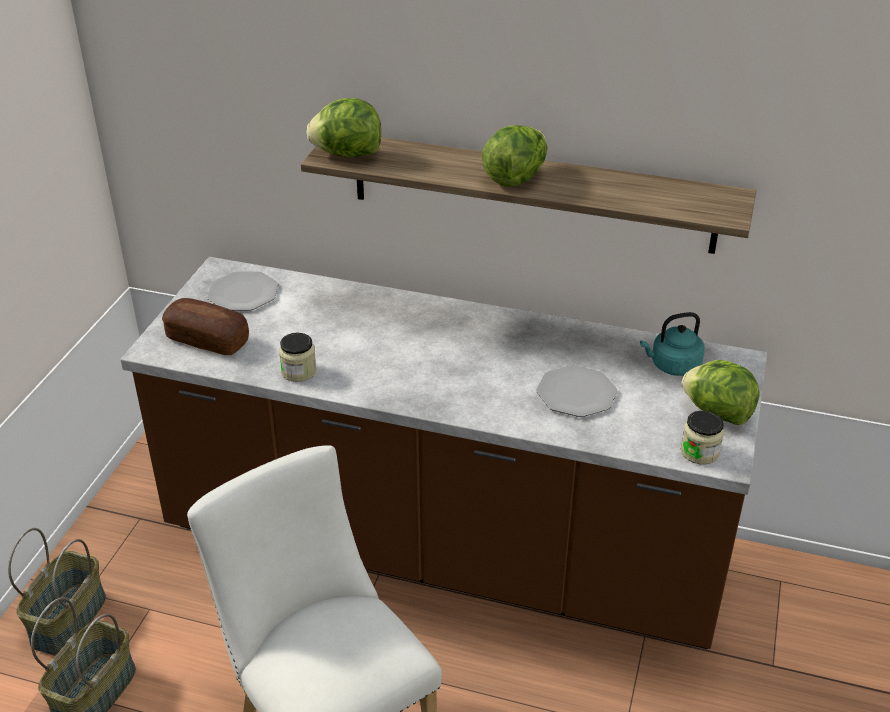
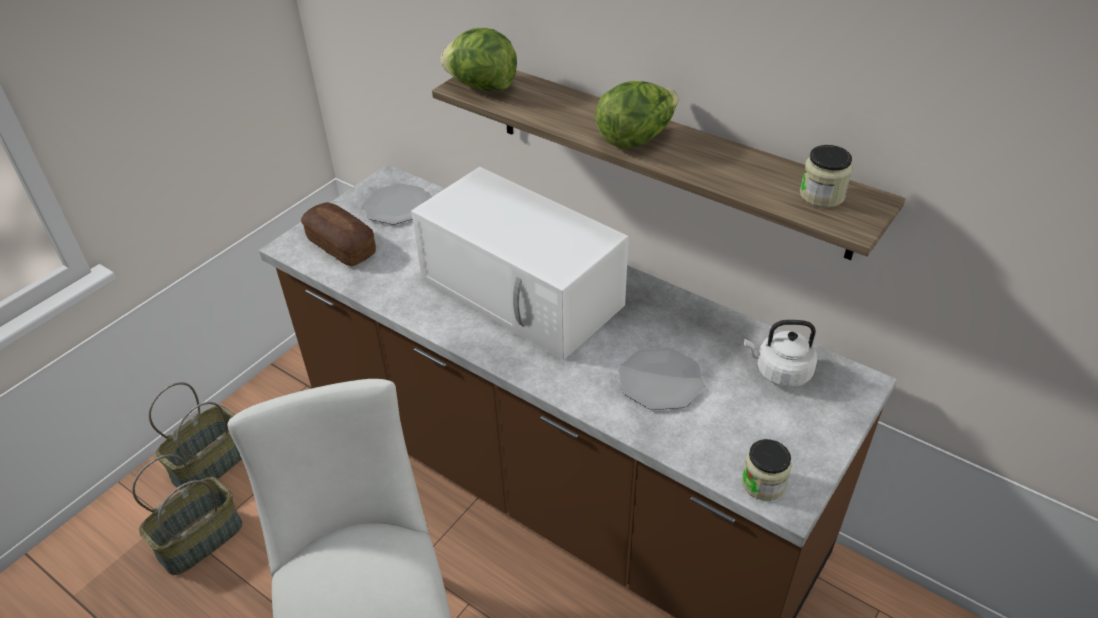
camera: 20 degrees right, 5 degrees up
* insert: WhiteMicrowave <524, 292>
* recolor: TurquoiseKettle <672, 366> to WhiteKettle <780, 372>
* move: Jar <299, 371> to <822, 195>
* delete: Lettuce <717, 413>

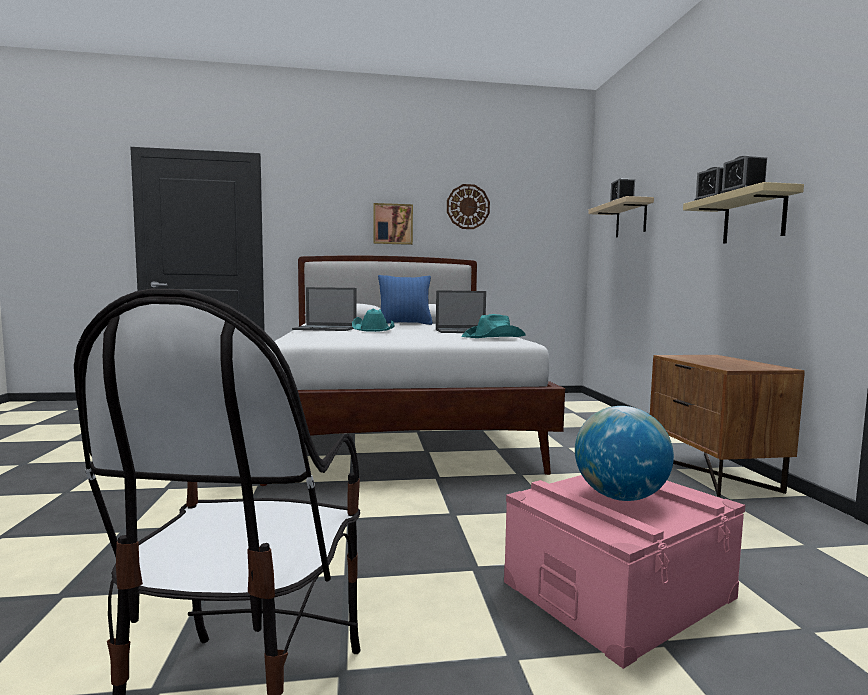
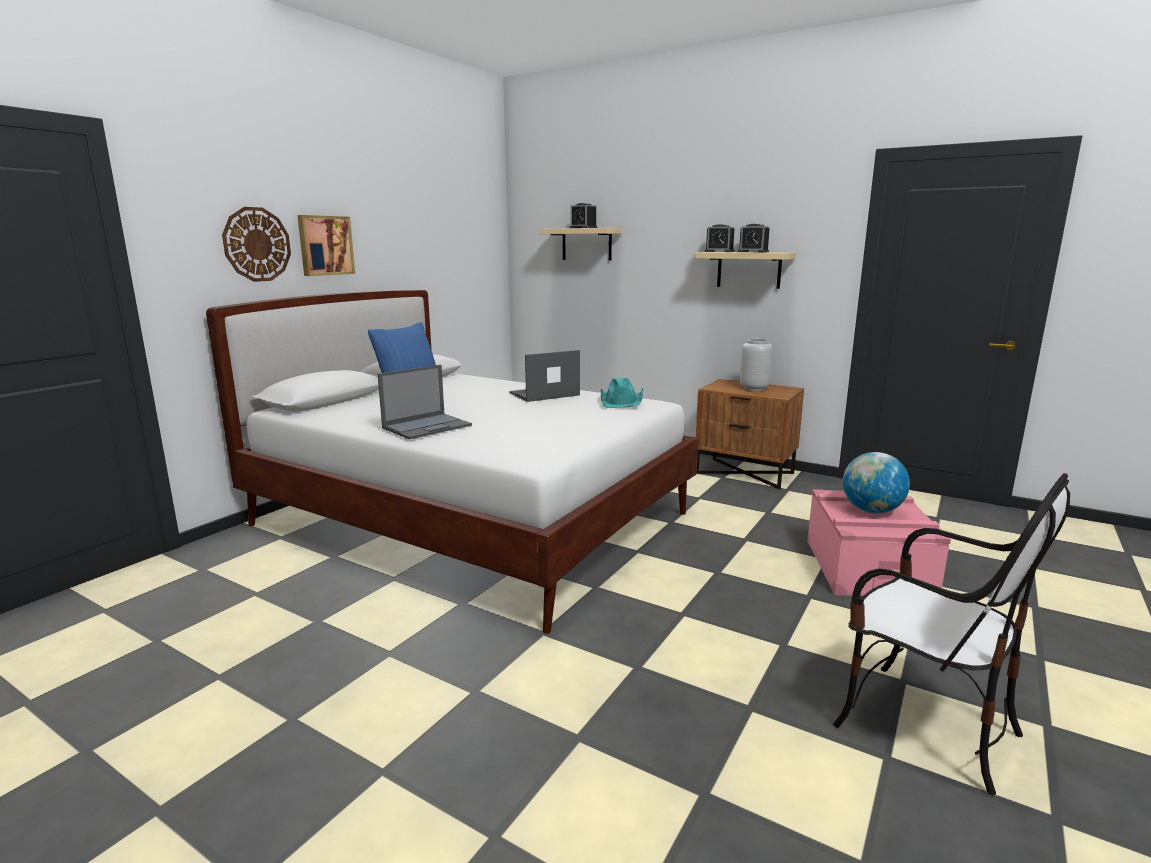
camera: 50 degrees left, 10 degrees up
* move: WallClock <468, 207> to <257, 244>
* rotate: Laptop <464, 331> = <543, 394> 150 degrees counterclockwise
* insert: GreyVase <753, 388>
* delete: TurquoiseHat <374, 329>

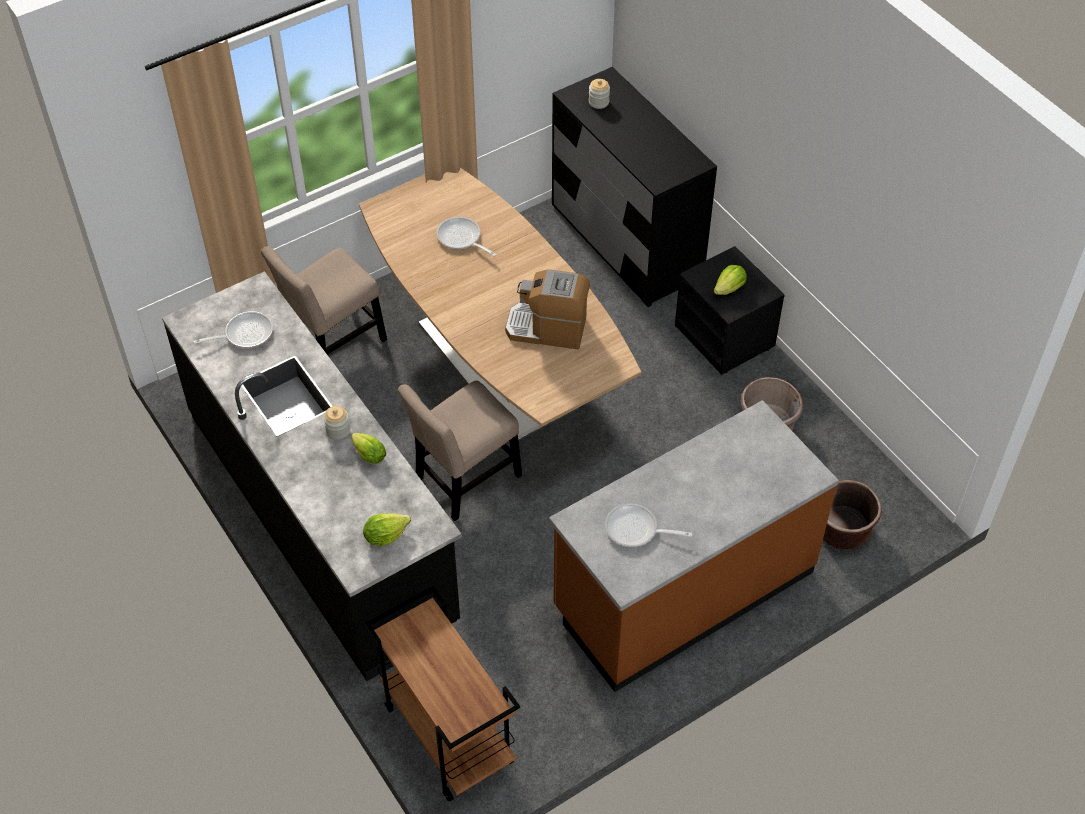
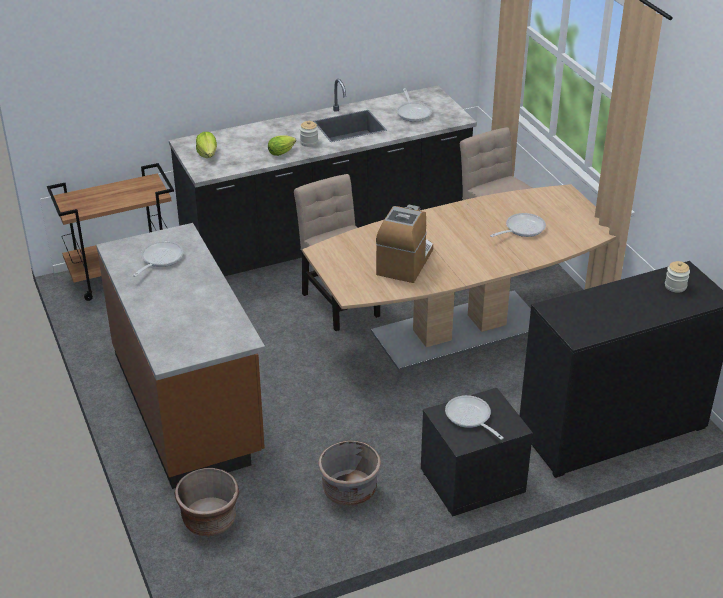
camera: 100 degrees right, 15 degrees down
* replace: Lettuce <729, 289> to FryingPan <470, 418>

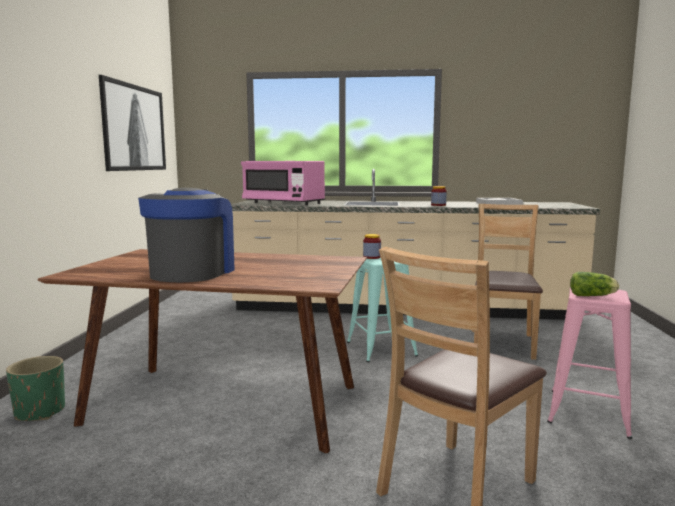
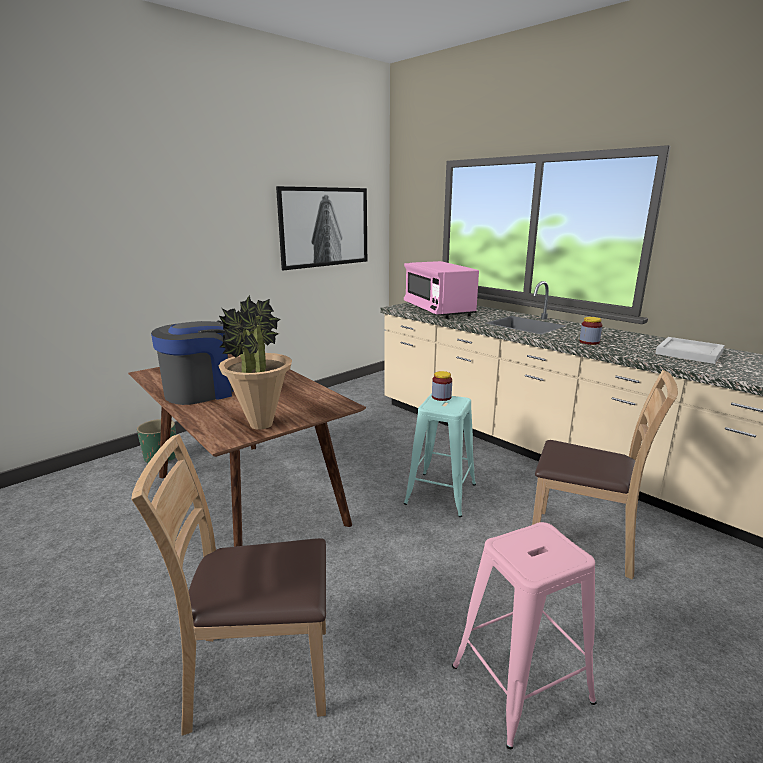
camera: 40 degrees right, 10 degrees up
* insert: PottedPlant <261, 425>
* rotate: BrownChair <502, 343> = <584, 541> 60 degrees clockwise
* delete: Lettuce <593, 296>

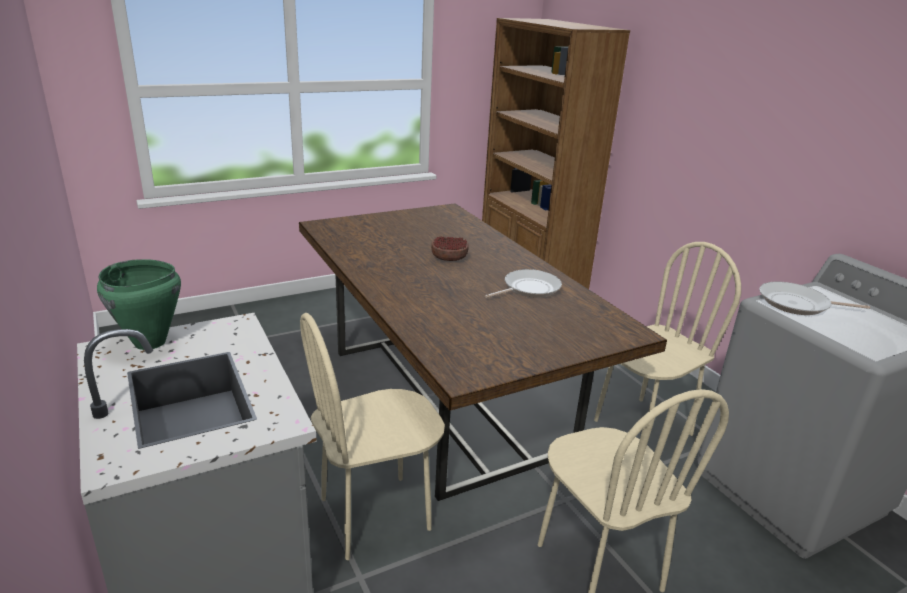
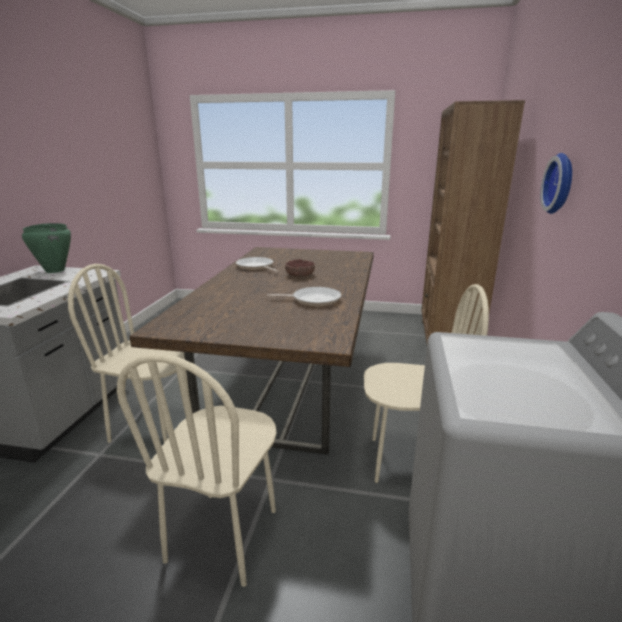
camera: 40 degrees right, 5 degrees down
* move: FryingPan <797, 304> to <256, 267>
* insert: WallClock <561, 184>

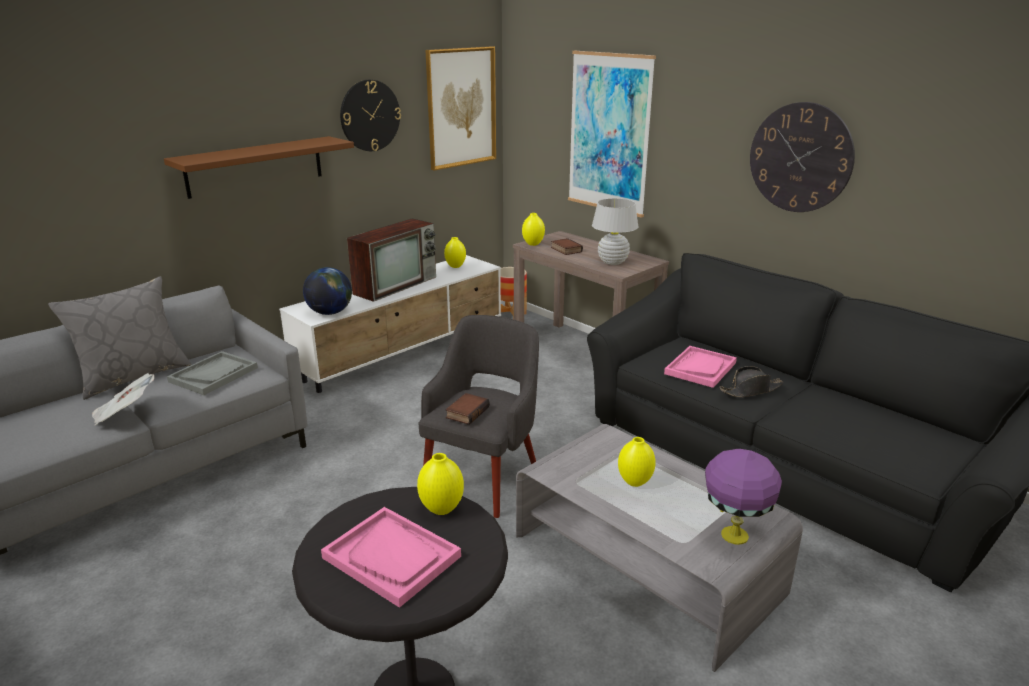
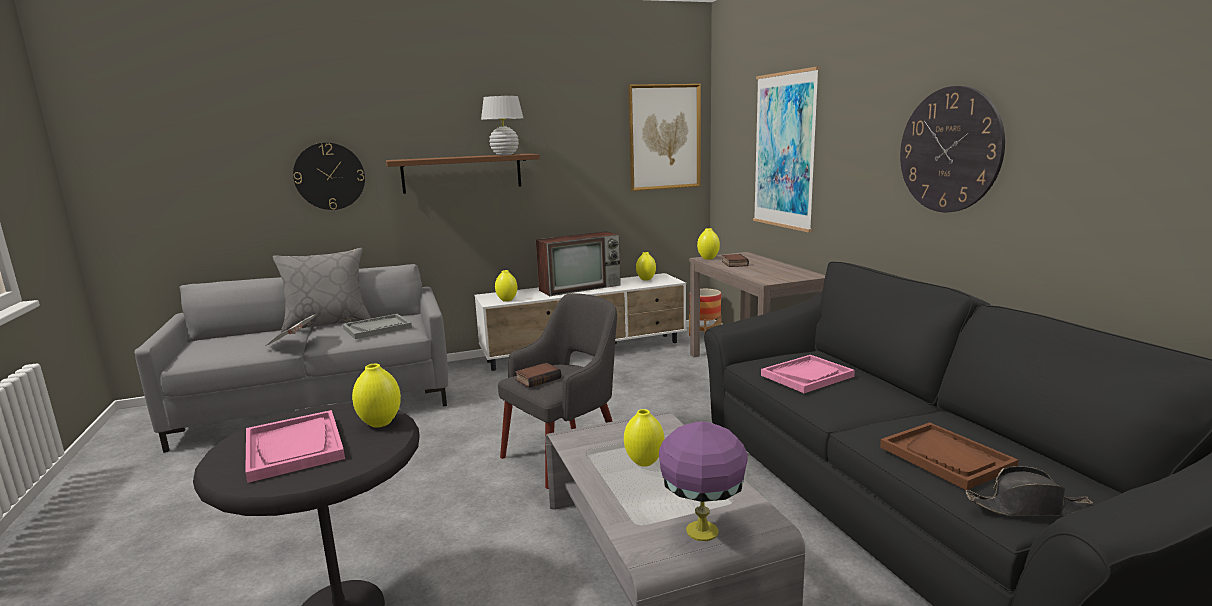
camera: 25 degrees right, 10 degrees down
* move: WallClock <370, 115> to <329, 176>
* move: WhiteTableLamp <613, 262> to <505, 154>
* replace: Globe <330, 312> to YellowVase <507, 300>
* insert: BrownTray <946, 457>
* move: BlackHat <751, 390> to <1027, 507>

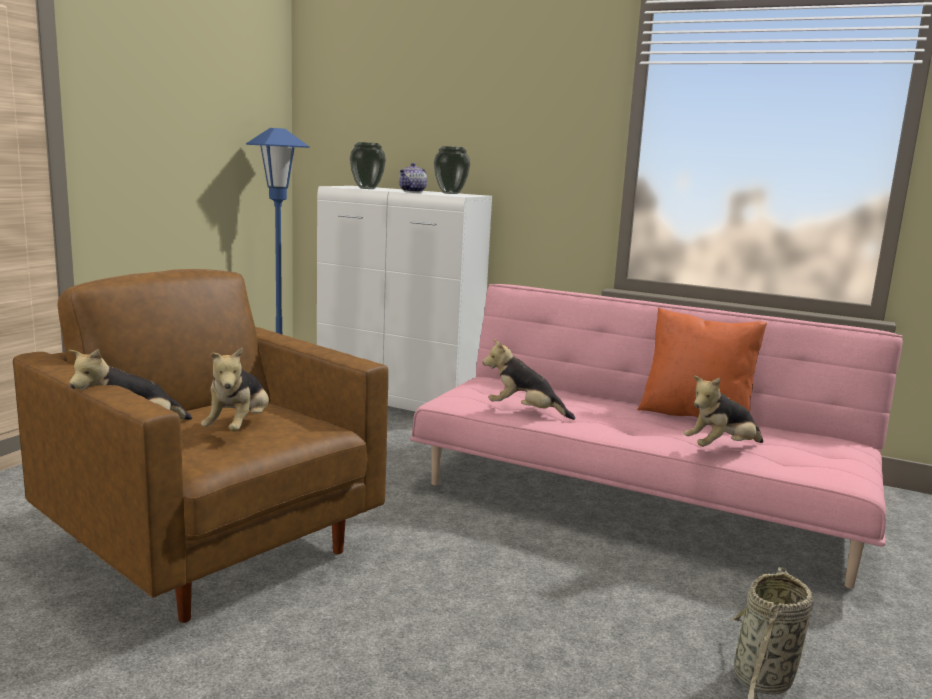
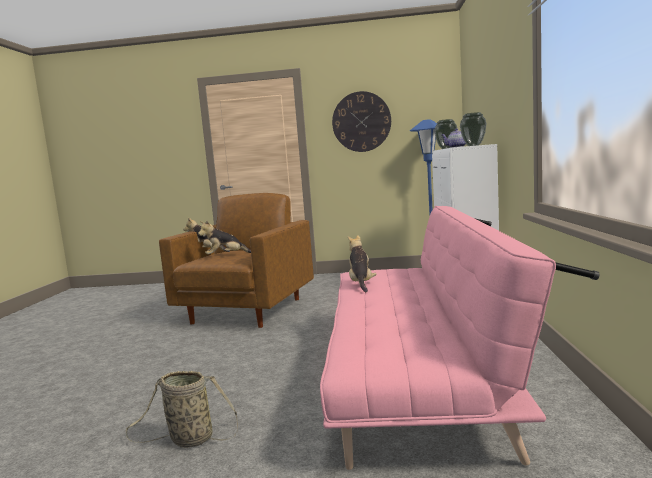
camera: 70 degrees right, 5 degrees down
* insert: WallClock <361, 122>
* delete: OrangePillow <695, 415>
* delete: PlushToy <721, 449>

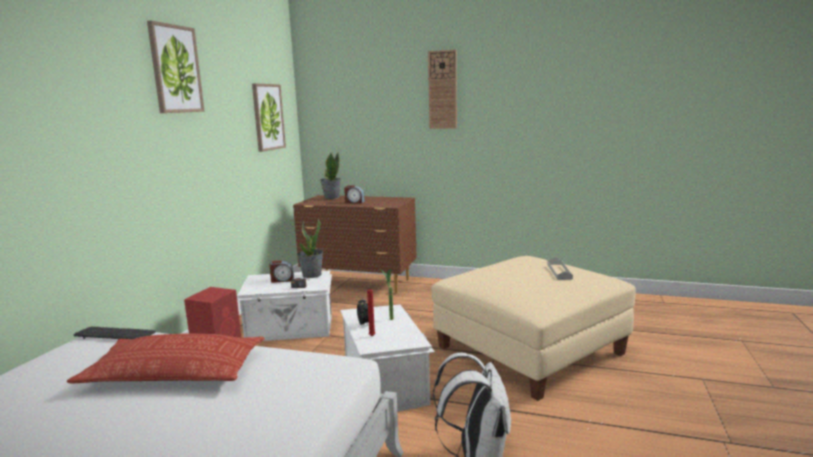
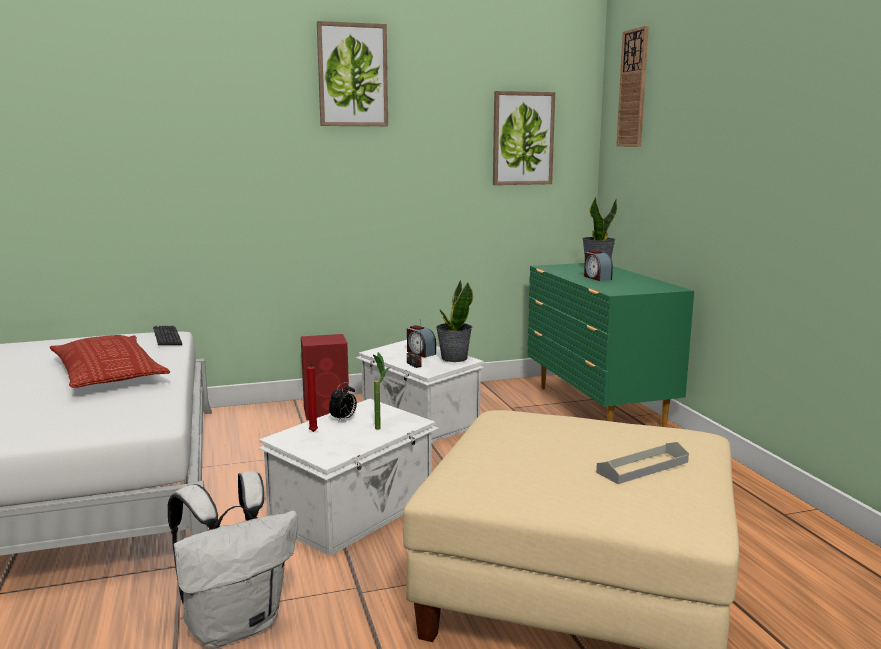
camera: 55 degrees right, 0 degrees up
* recolor: BrownDresser <360, 283> to GreenDresser <597, 408>
* move: WallClock <442, 90> to <633, 88>

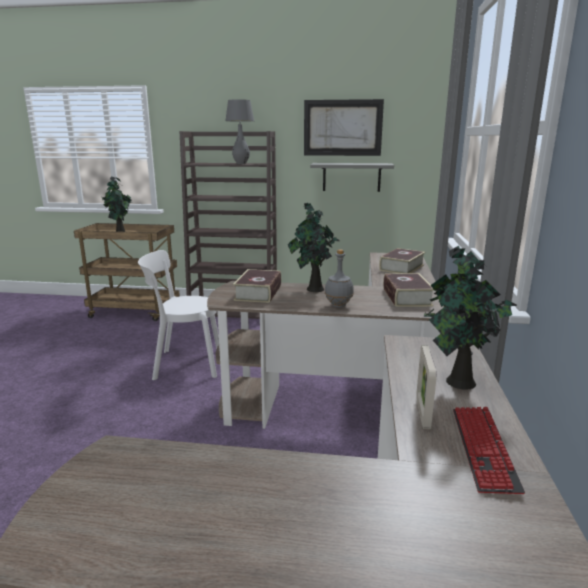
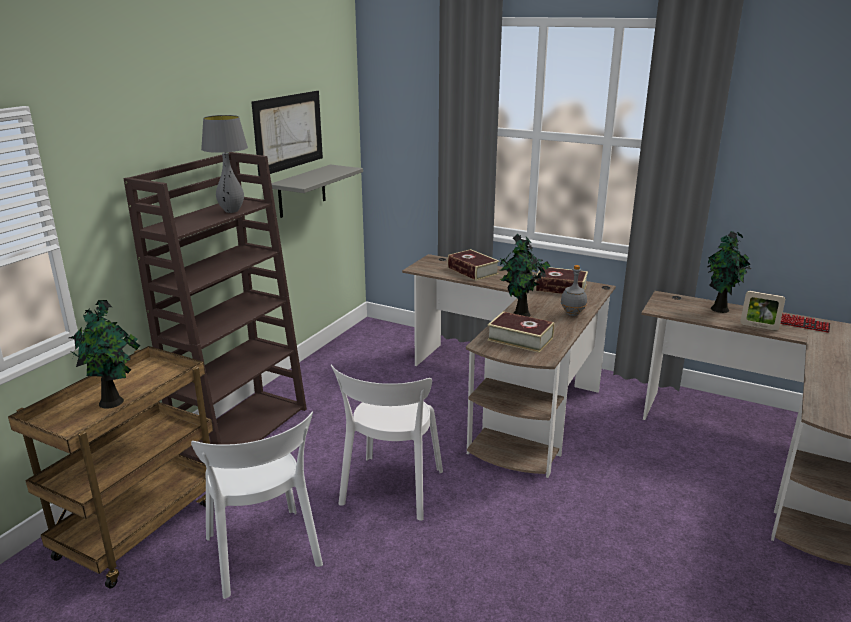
camera: 70 degrees left, 5 degrees up
* insert: WhiteChair <264, 555>

